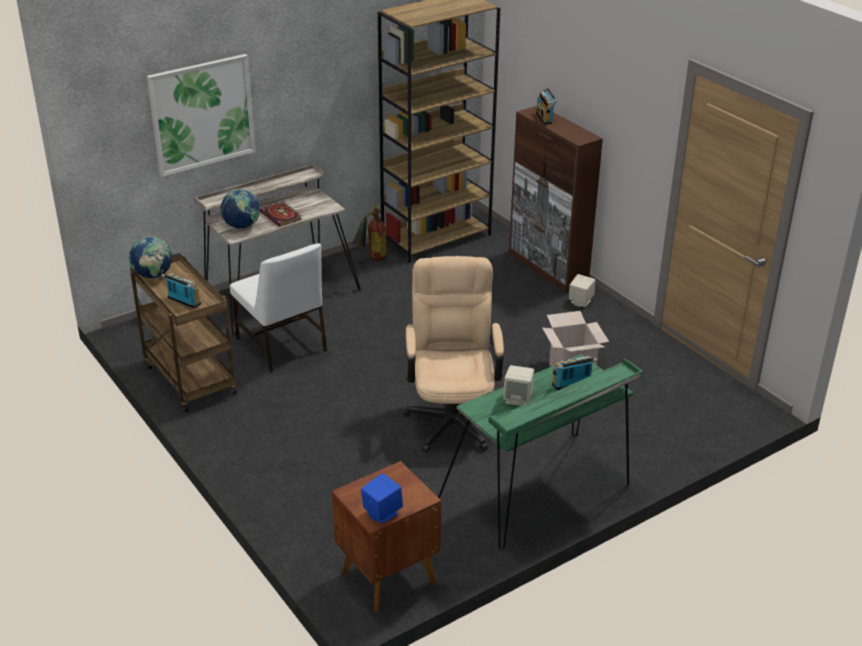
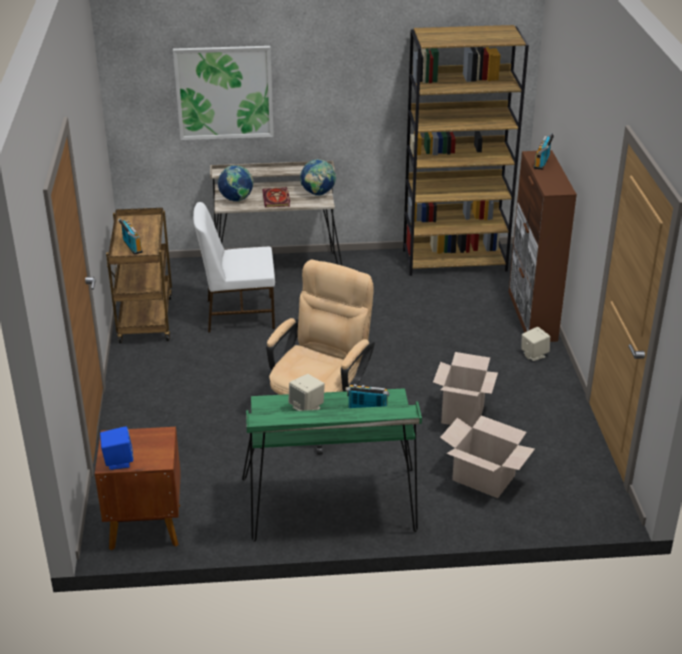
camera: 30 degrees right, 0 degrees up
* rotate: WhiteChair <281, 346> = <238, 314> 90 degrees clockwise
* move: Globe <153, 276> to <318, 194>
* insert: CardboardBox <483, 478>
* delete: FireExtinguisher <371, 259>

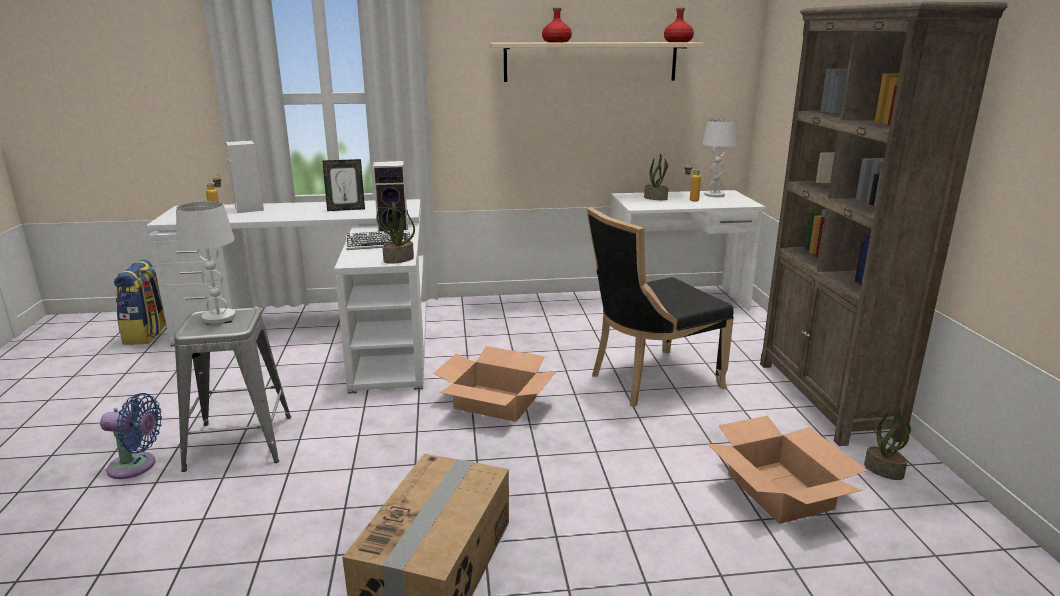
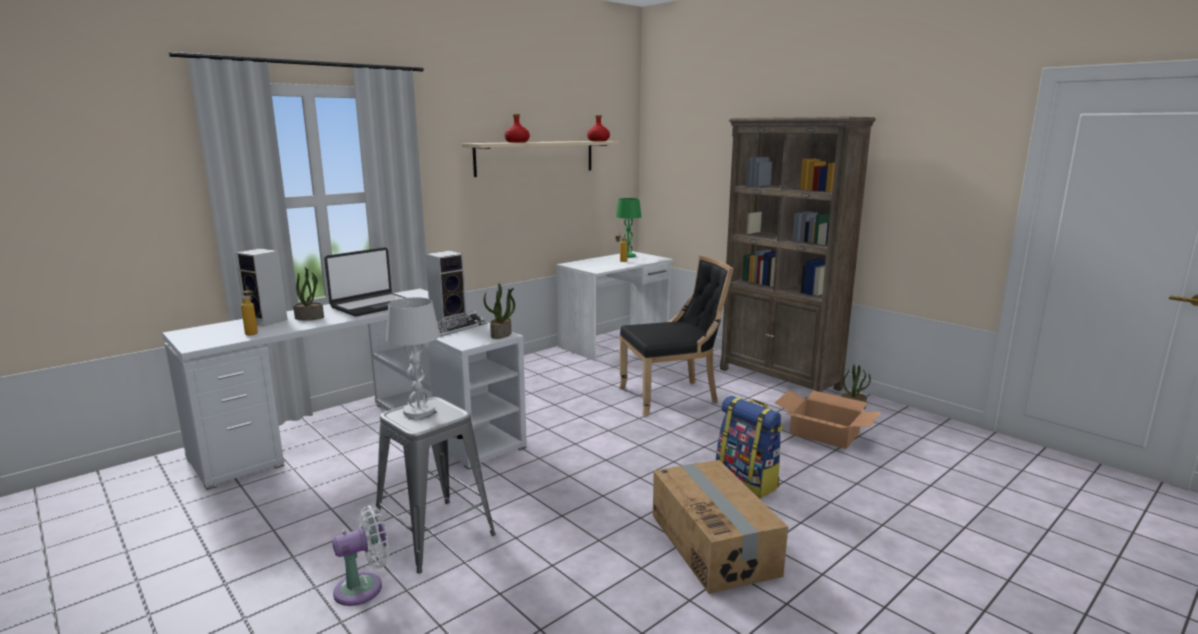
camera: 35 degrees left, 5 degrees down
* move: PottedPlant <656, 198> to <310, 317>
* replace: PictureFrame <346, 209> to Laptop <373, 306>
* recolor: BlueFan <136, 466> to WhiteFan <364, 588>
* recolor: WhiteTableLamp <714, 195> to GreenTableLamp <628, 256>
* rotate: BlackChair <649, 380> = <672, 396> 135 degrees counterclockwise
* move: Backpack <148, 335> to <747, 482>
* delete: CardboardBox <495, 403>

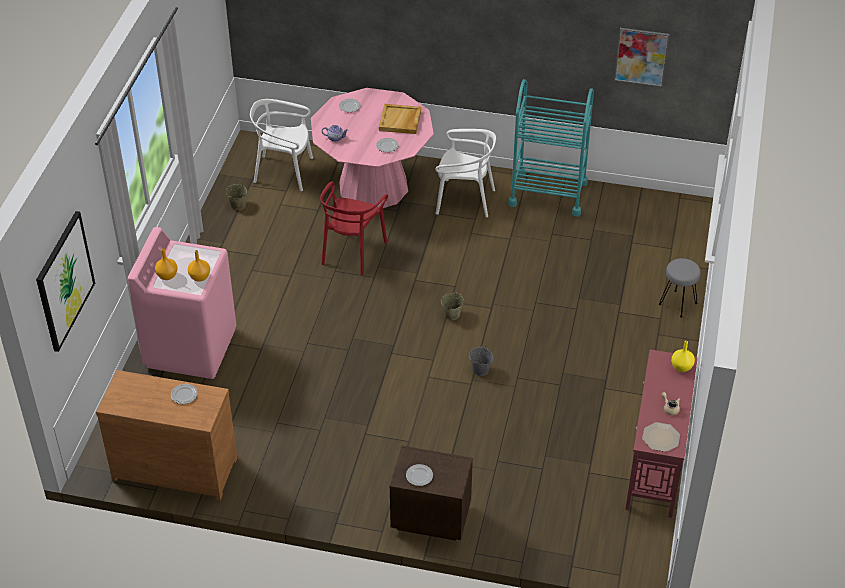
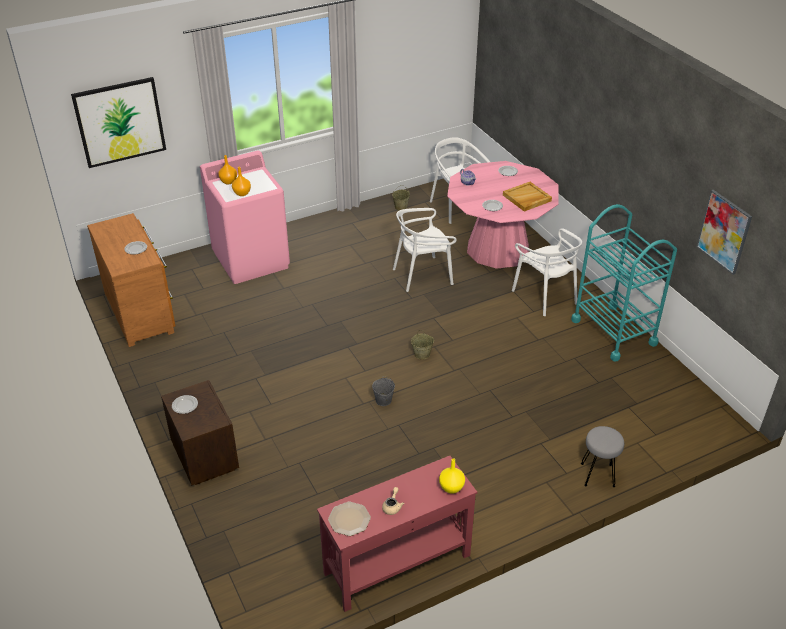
camera: 50 degrees right, 5 degrees down
* recolor: RedChair <352, 251> to WhiteChair <422, 275>

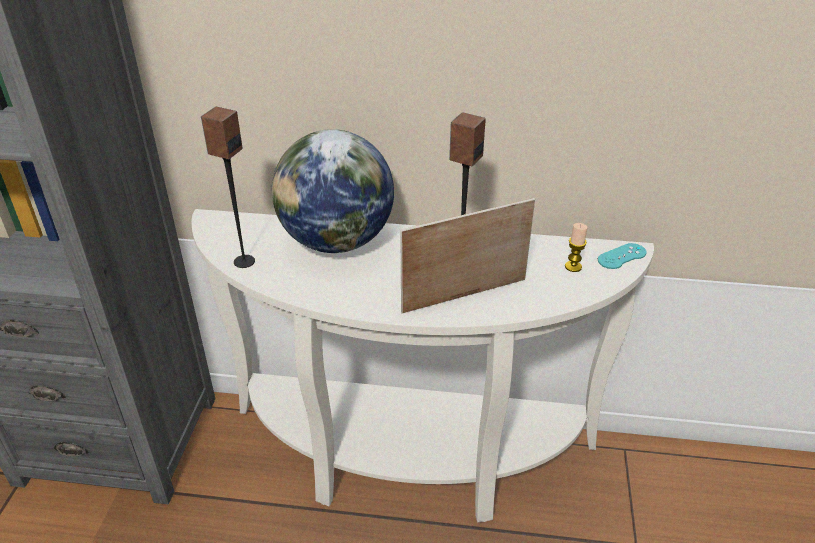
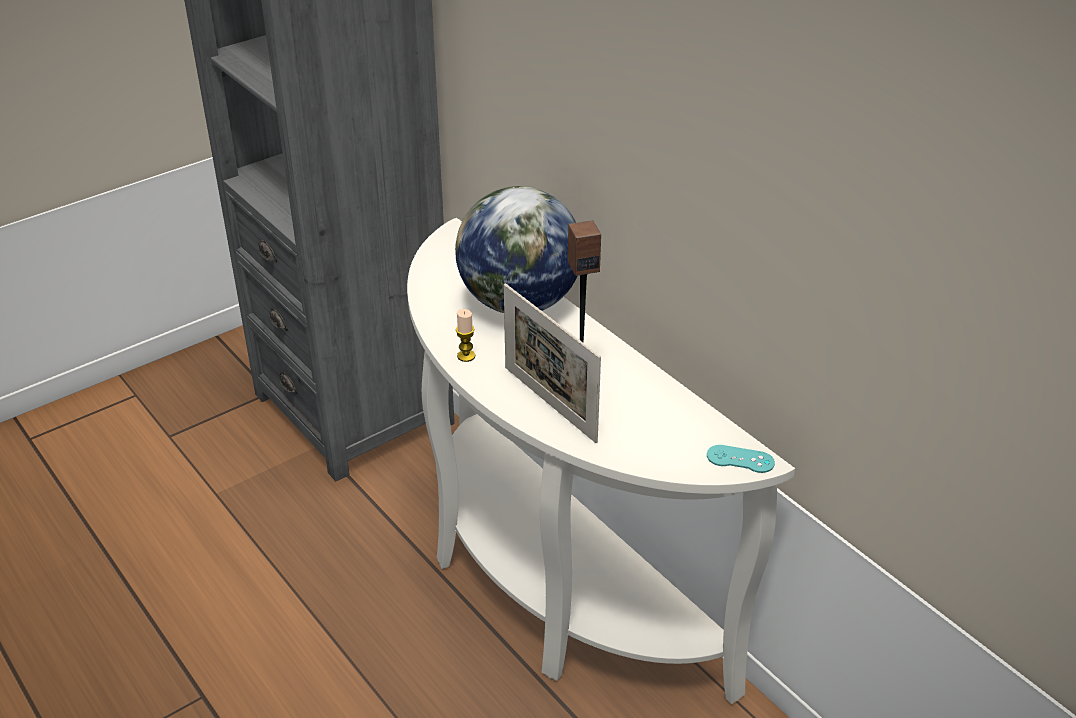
camera: 45 degrees right, 0 degrees up
* move: Candle <573, 267> to <466, 356>
* rotate: PictureFrame <464, 295> = <549, 404> 150 degrees counterclockwise
* delete: Speaker <244, 261>

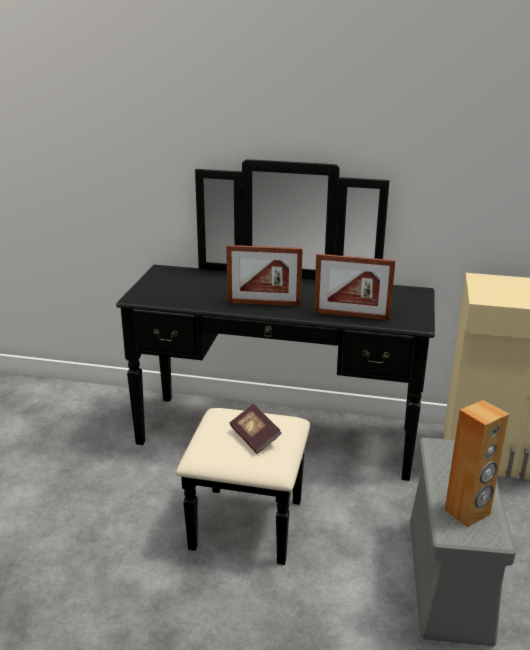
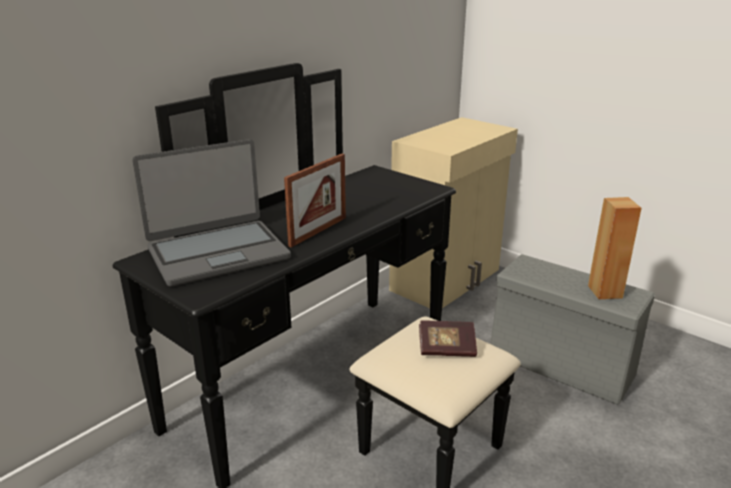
camera: 60 degrees left, 0 degrees up
* insert: Laptop <217, 253>
* delete: PictureFrame <351, 315>

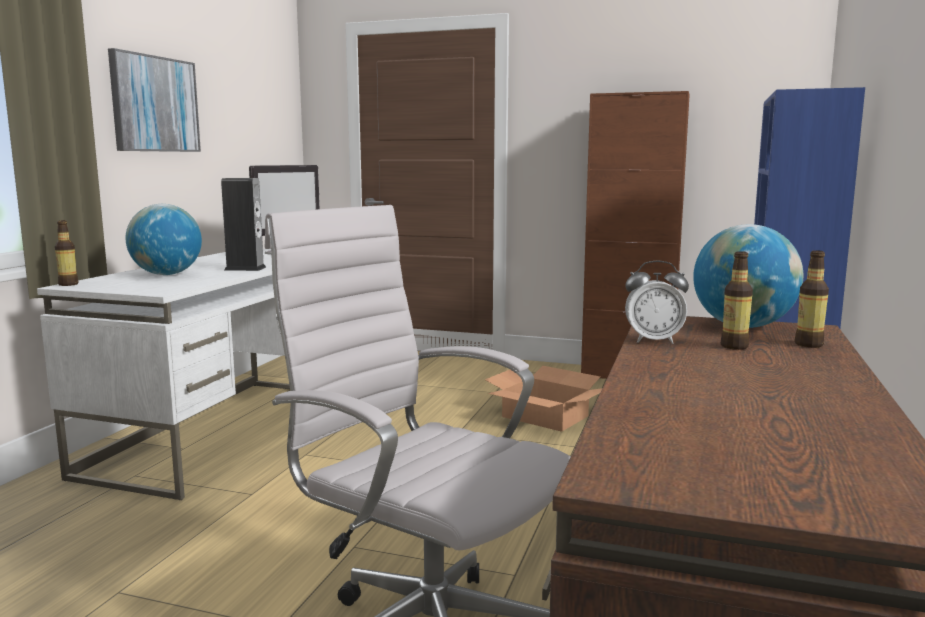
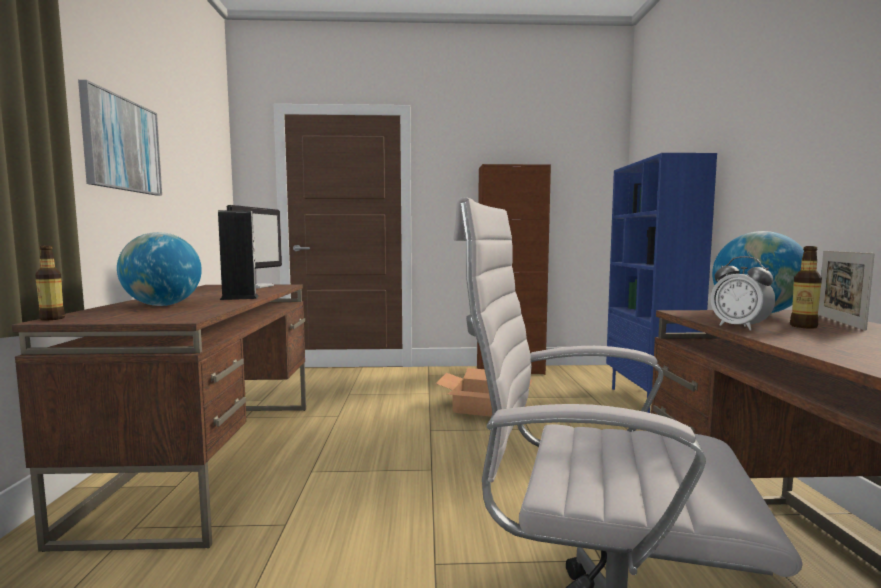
camera: 20 degrees left, 5 degrees down
* recolor: WhiteDesk <226, 430> to BrownDesk <212, 459>
* rotate: AlarmClock <653, 341> = <739, 327> 75 degrees clockwise
* replace: Bottle <808, 344> to PictureFrame <839, 321>

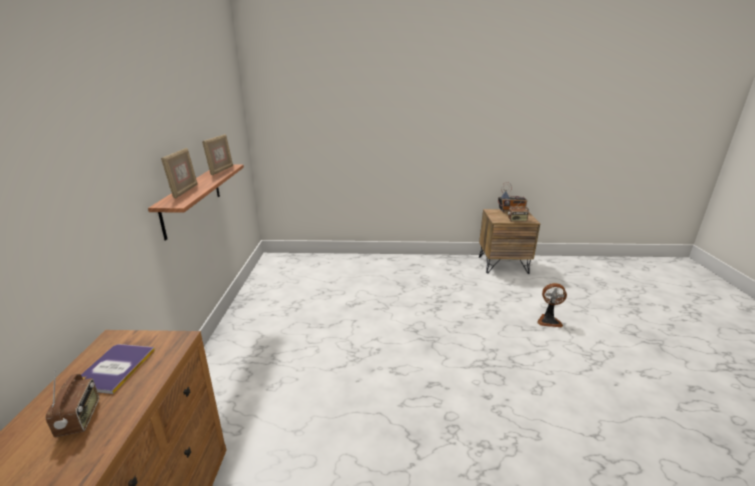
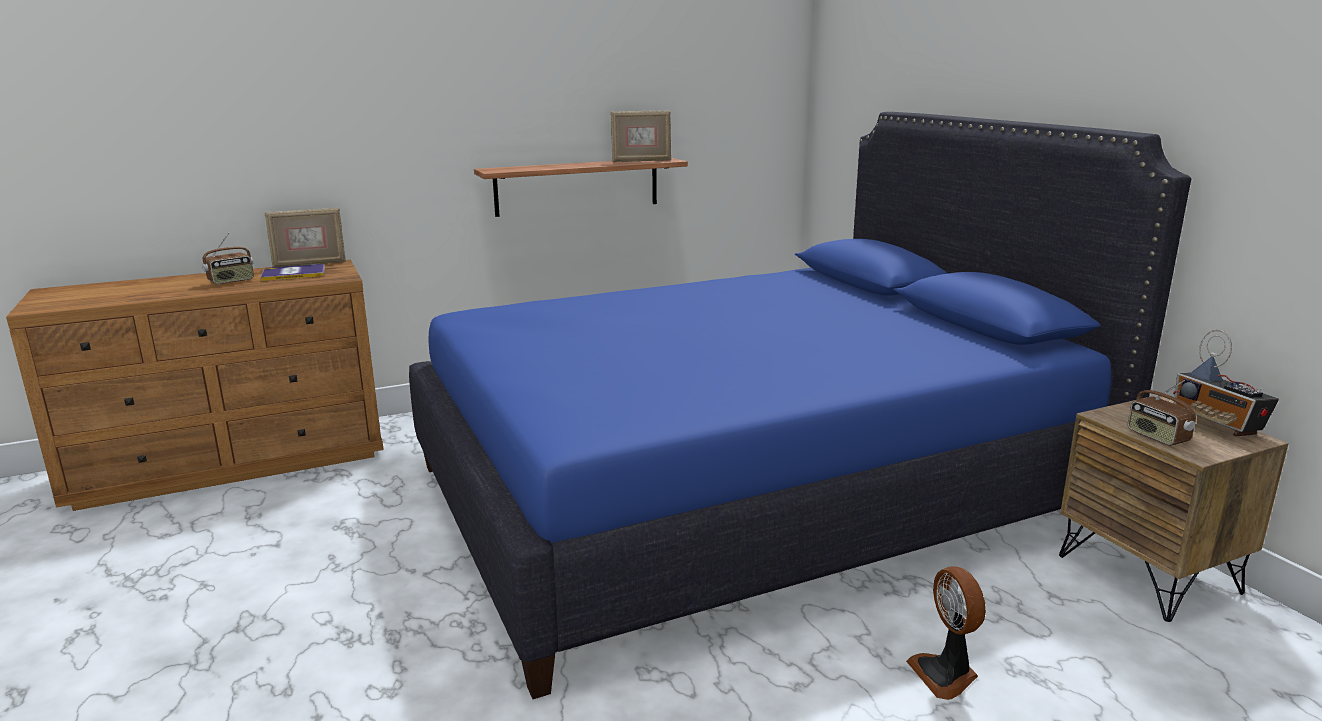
camera: 65 degrees right, 5 degrees down
* move: PictureFrame <184, 191> to <309, 264>
* insert: BlueBed <745, 493>

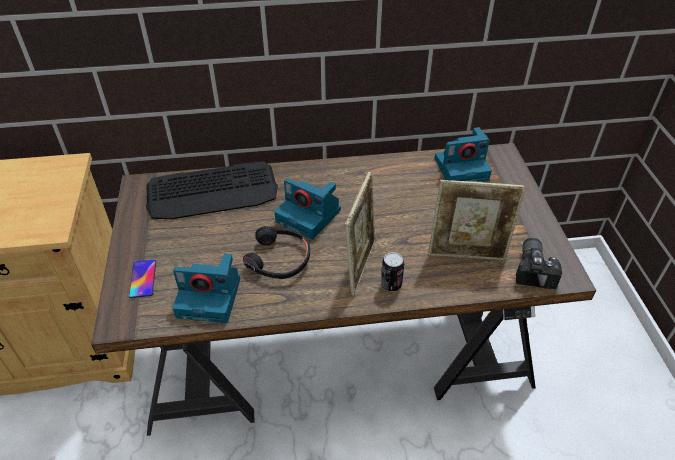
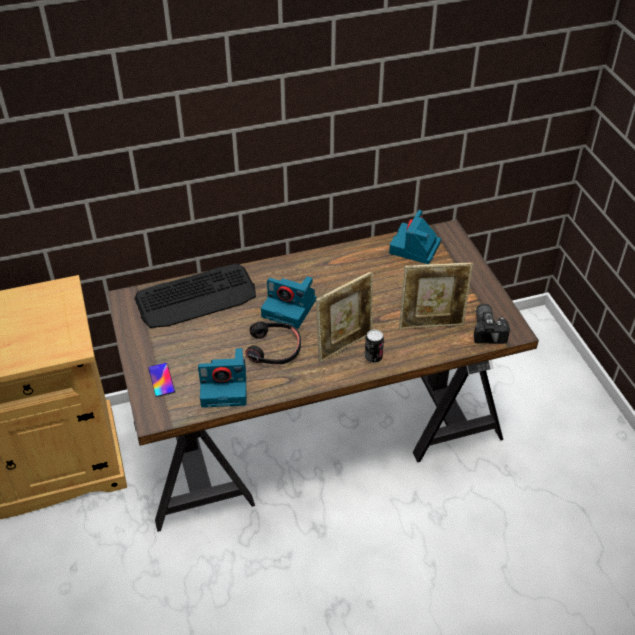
camera: 10 degrees left, 0 degrees up
* rotate: PictureFrame <360, 265> = <344, 345> 45 degrees clockwise
* rotate: PhotoCamera <462, 168> = <415, 248> 135 degrees clockwise

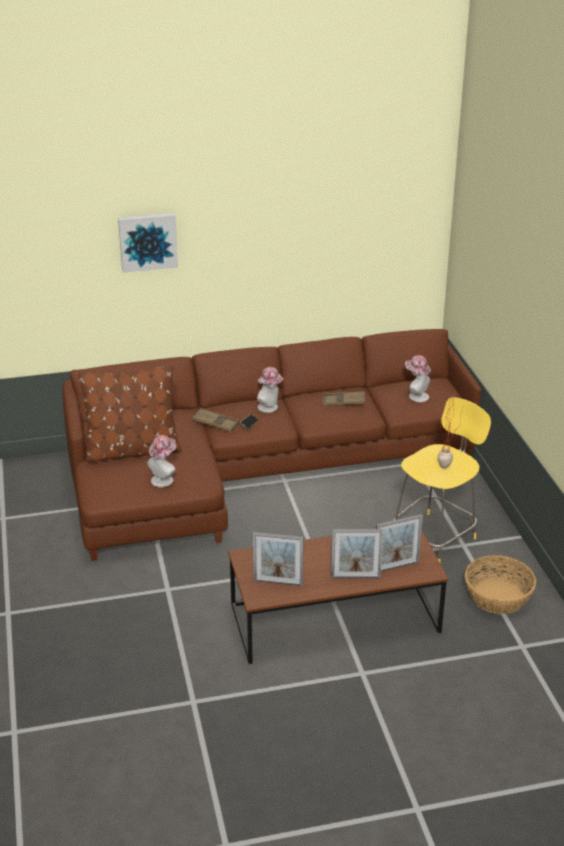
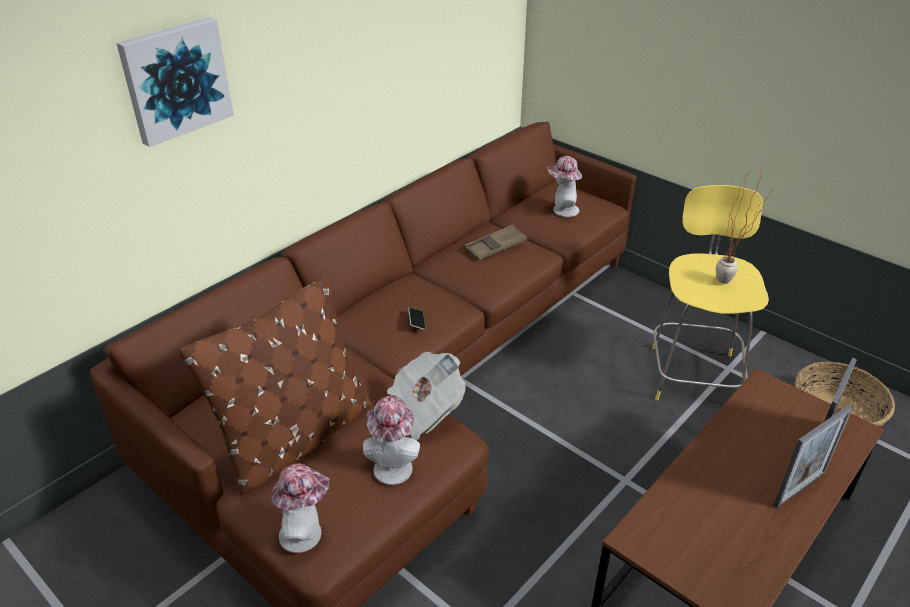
camera: 35 degrees left, 5 degrees up
* move: Hat <270, 408> to <306, 534>
* insert: Newspaper <420, 412>
* delete: BrownTray <215, 423>
* delete: PictureFrame <278, 583>

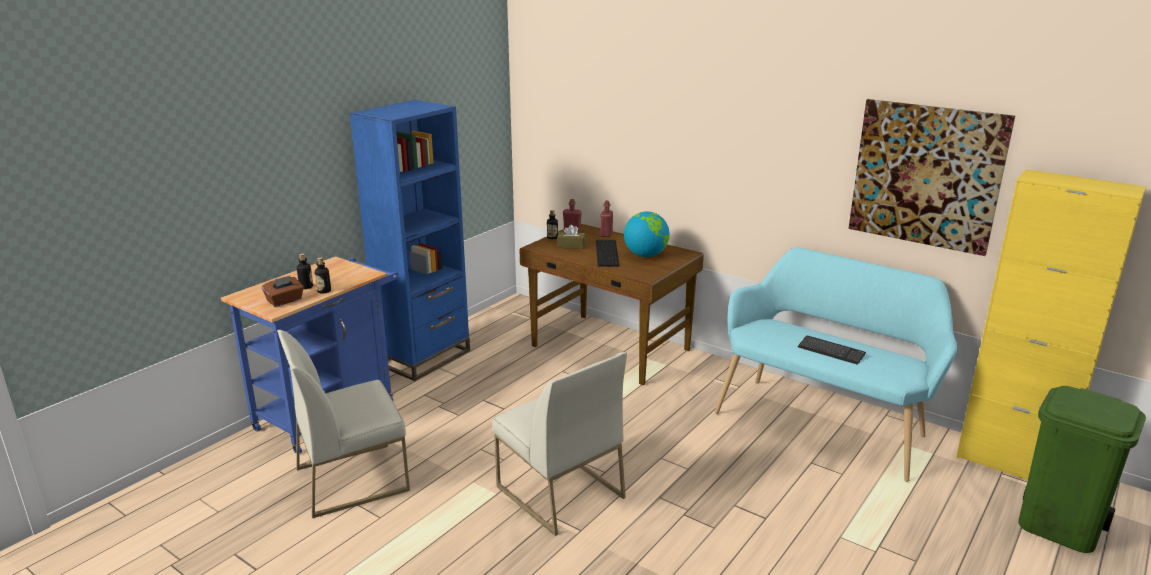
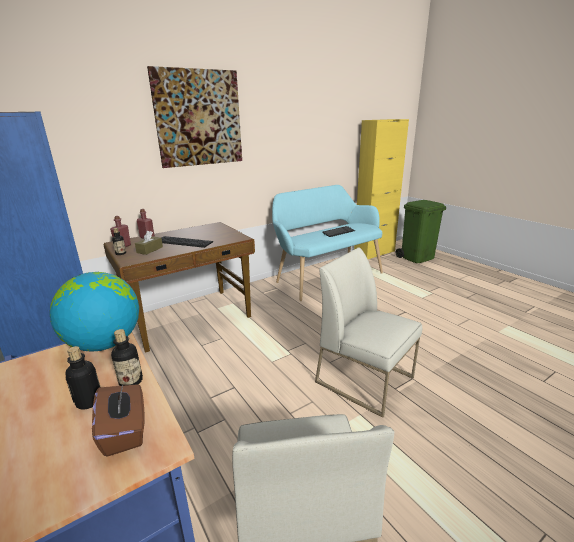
camera: 70 degrees left, 0 degrees up
* move: Globe <646, 255> to <105, 343>
* move: Picture <926, 175> to <199, 118>
* rotate: WhiteChair <558, 492> = <365, 379> 120 degrees counterclockwise

